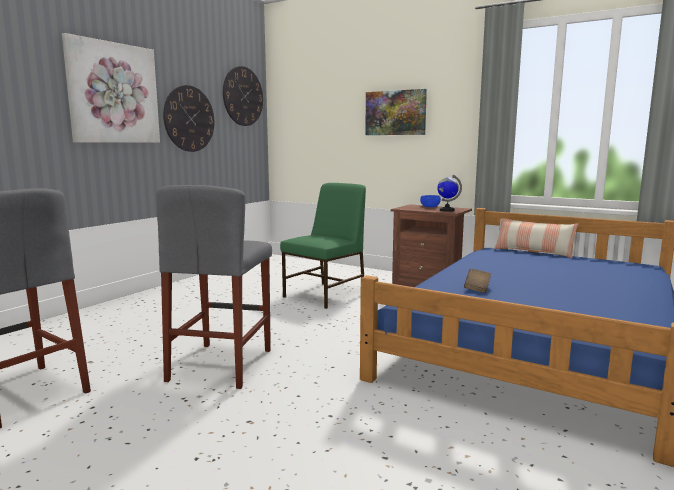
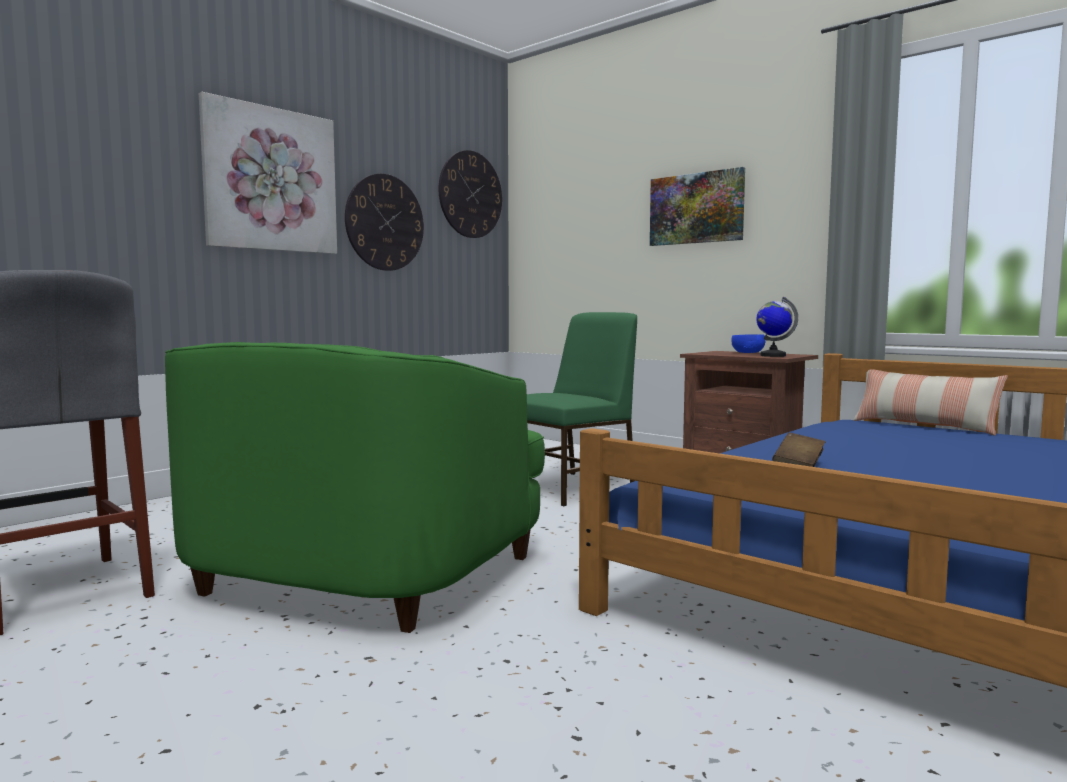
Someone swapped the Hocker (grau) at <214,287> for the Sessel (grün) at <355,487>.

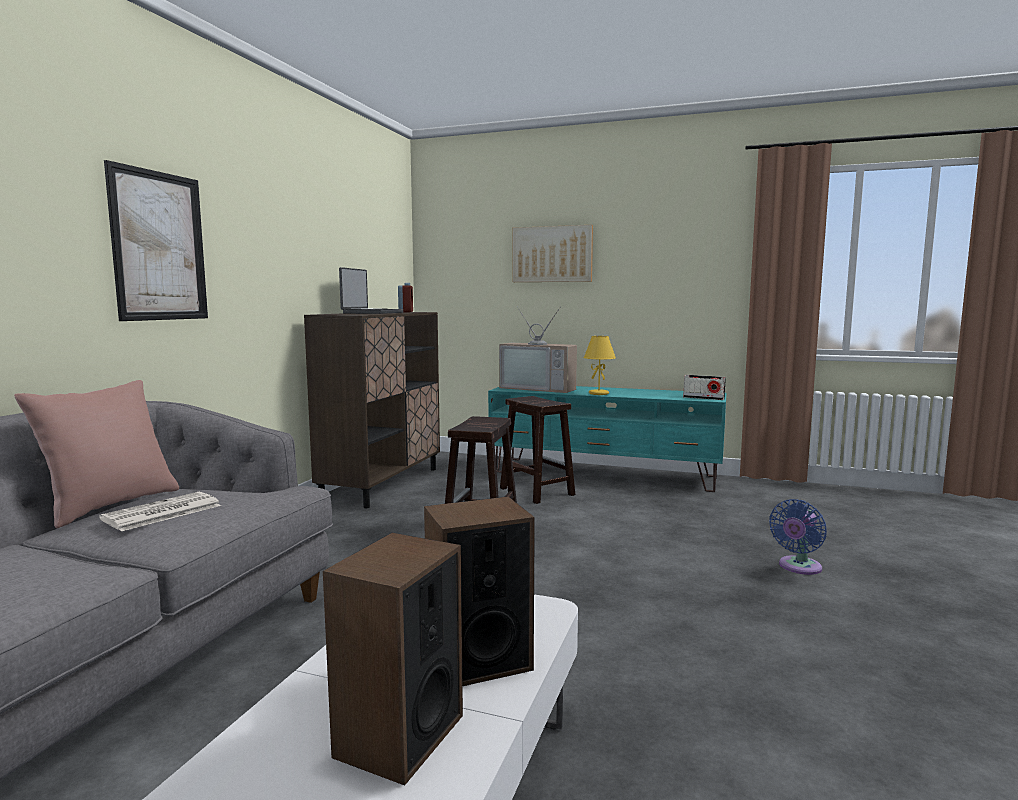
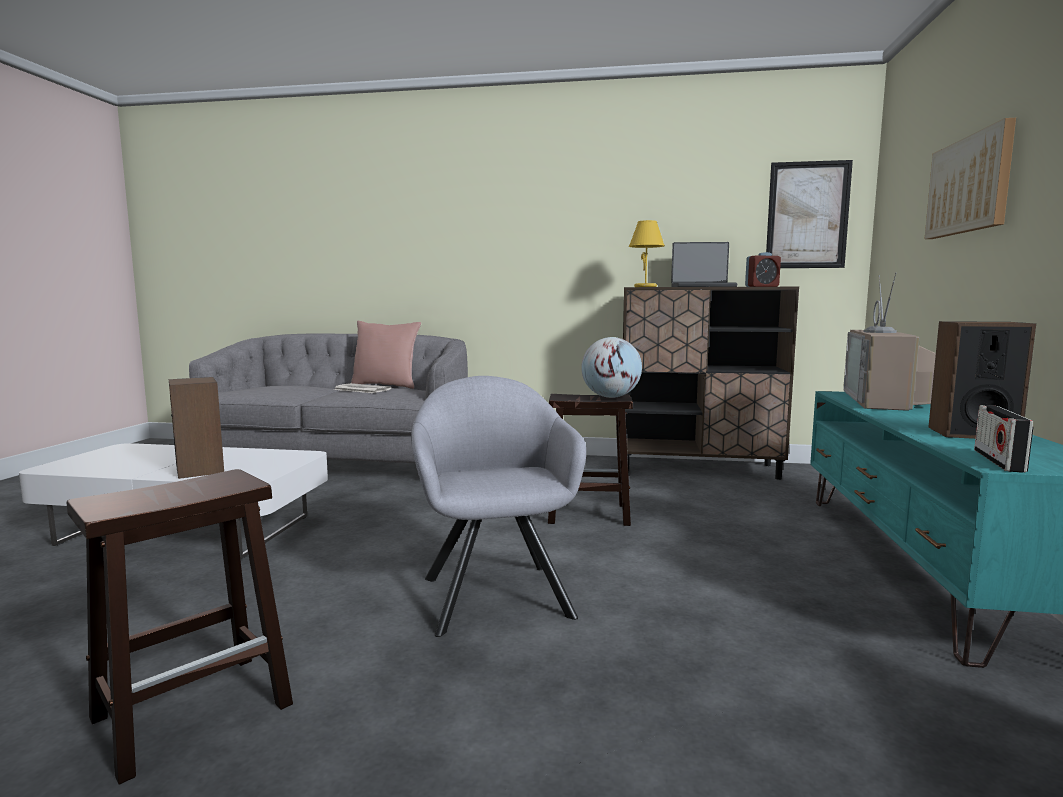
Someone carried the Bild from <156,240> to <809,214>. Someone carried the Lautsprecher from <393,659> to <982,380>. Someone carried the Hocker (braun) from <537,450> to <180,627>. Someone carried the Tischlampe (gelb) from <600,365> to <647,253>. Someone took away the Ventilator (blau) at <798,537>. Someone put down the Sessel (grau) at <498,506>. Someone put down the Globus at <611,367>.

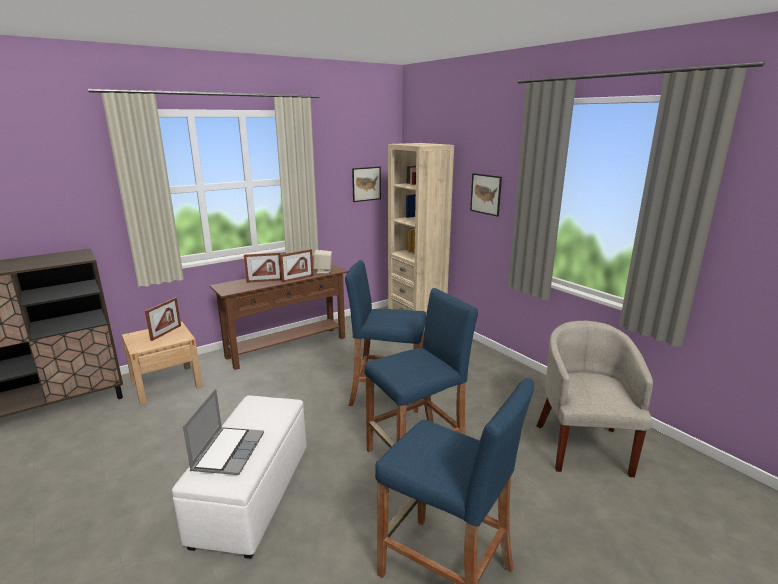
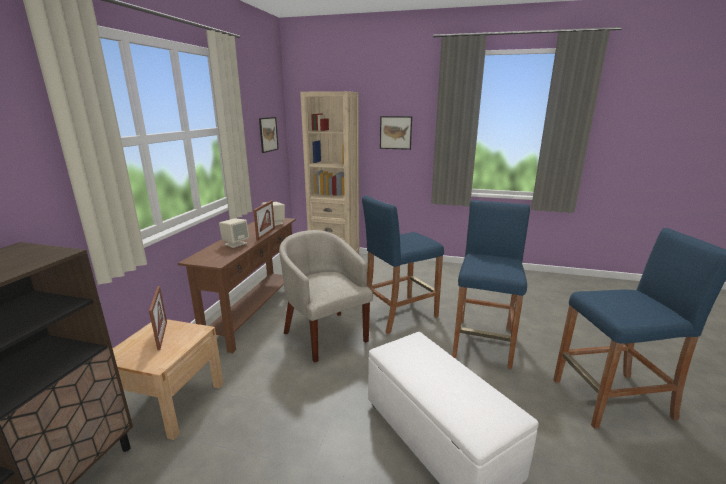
Someone took away the Laptop at <223,432>. Someone swapped the Bilderrahmen at <263,268> for the Lautsprecher (beige) at <234,233>. Someone carried the Sessel (beige) from <594,399> to <326,296>.

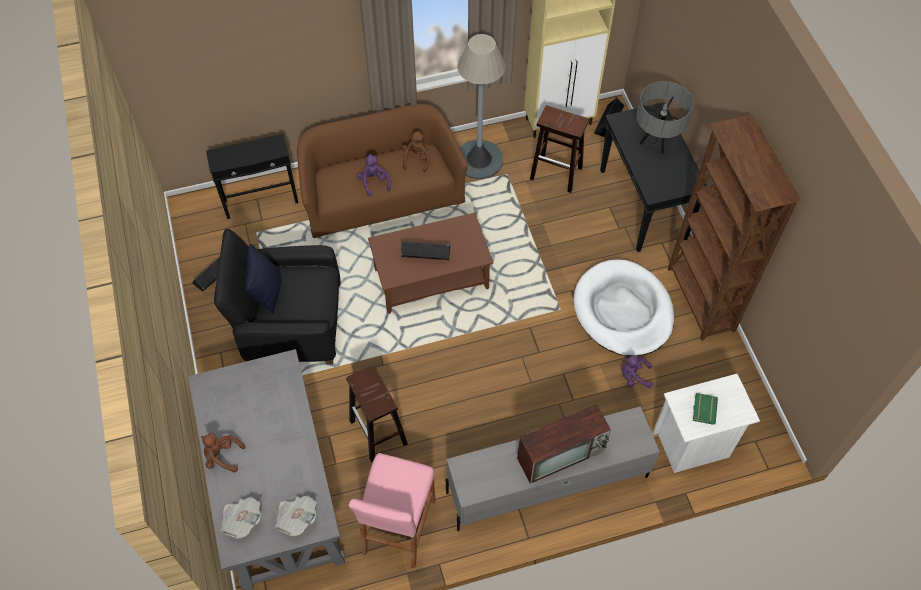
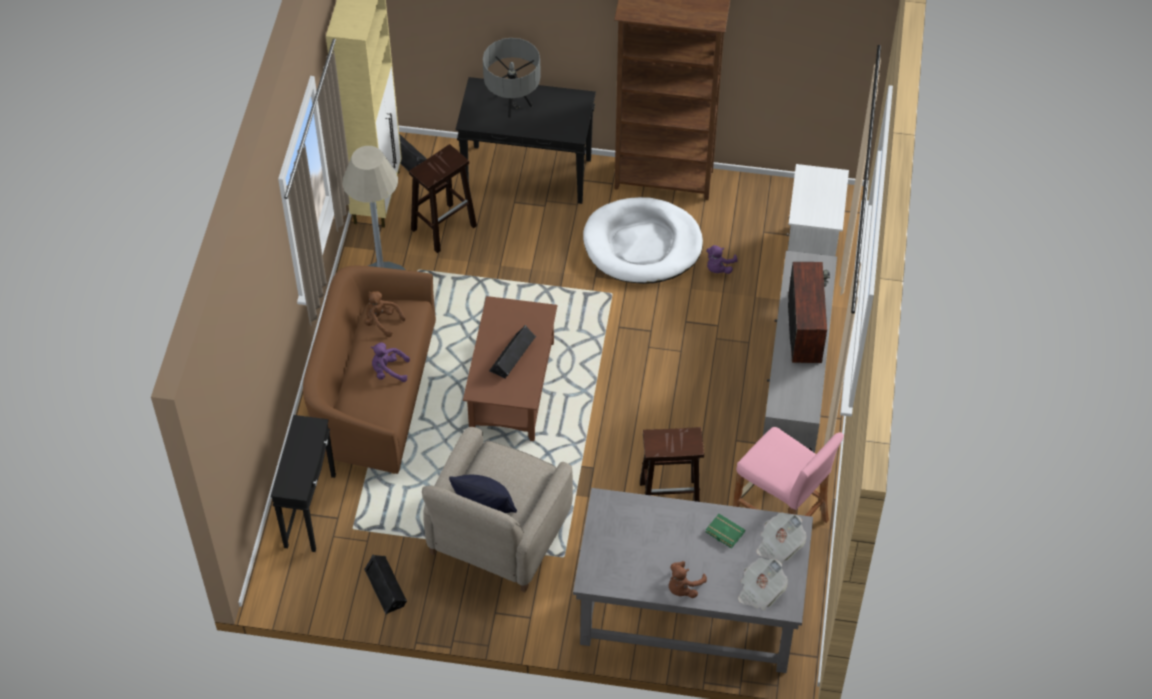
Someone repainted the Sessel (schwarz) at <277,296>, which became the Sessel (beige) at <497,509>. Someone carried the Buch (grün) from <705,409> to <725,531>.

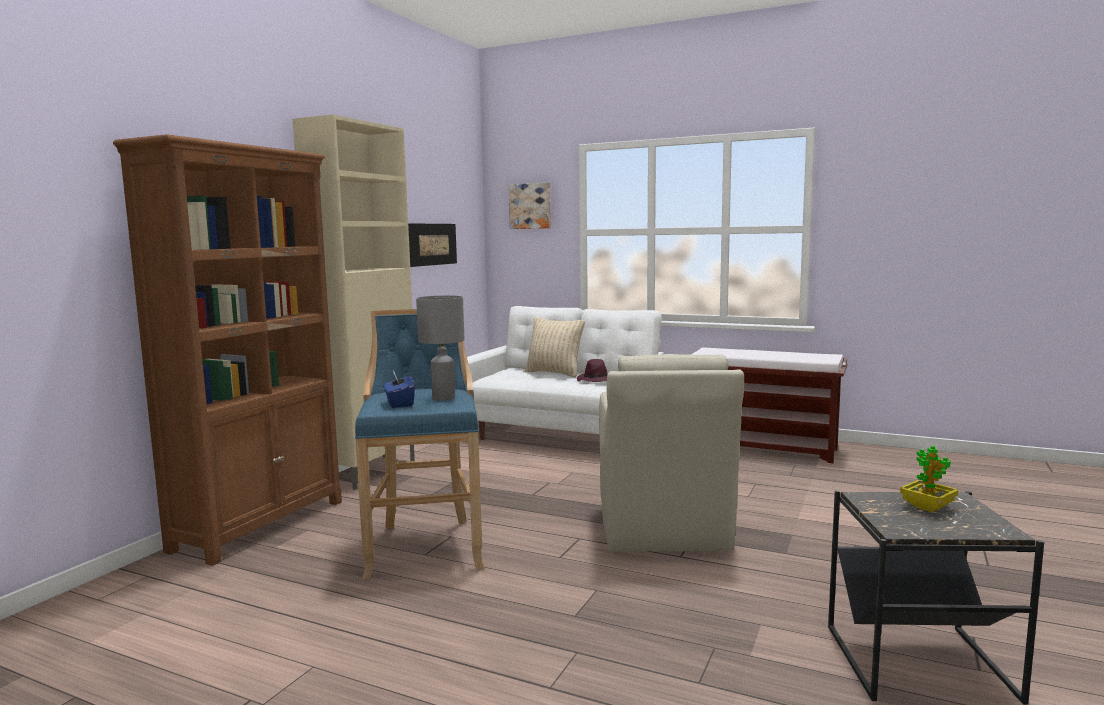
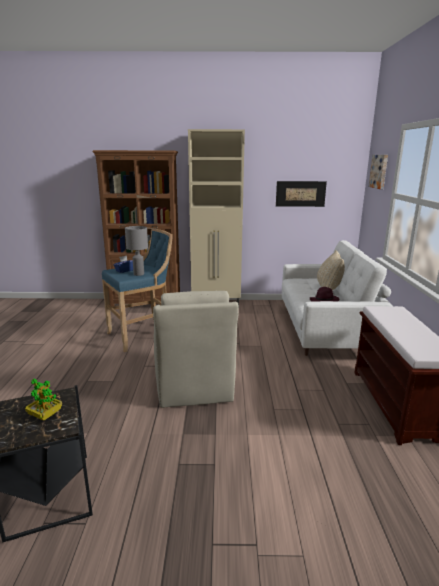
Someone rotated the Sessel (beige) at <671,453> by 75 degrees counterclockwise.

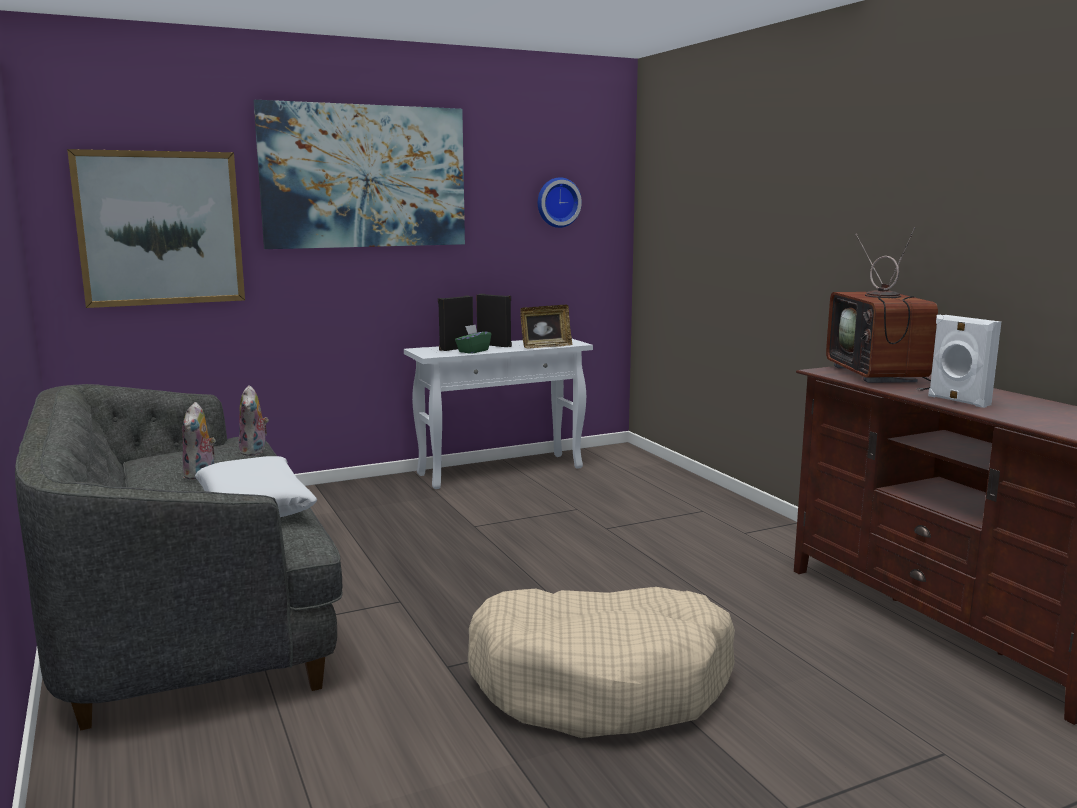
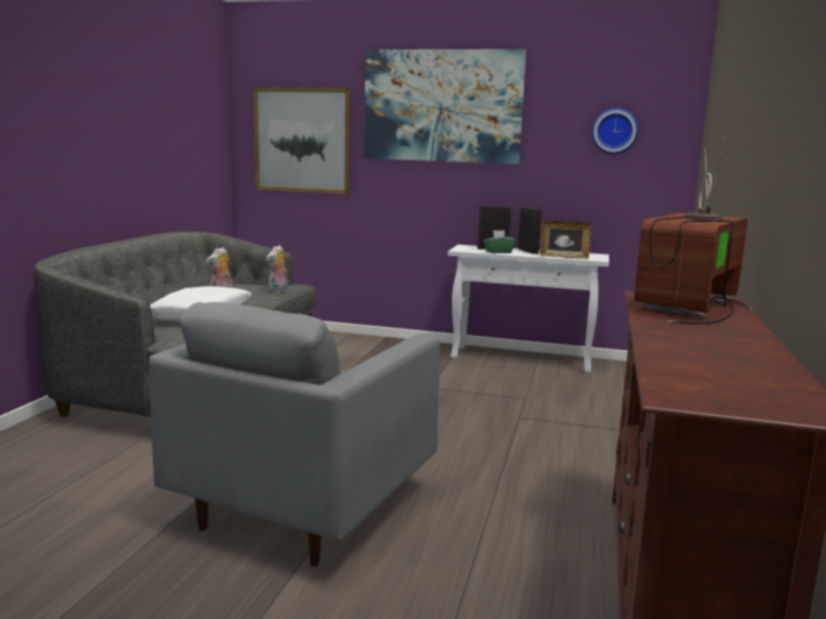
Someone swapped the Hundebett (beige) at <601,662> for the Sessel (grau) at <294,434>. Someone took away the Lautsprecher (weiß) at <964,361>.

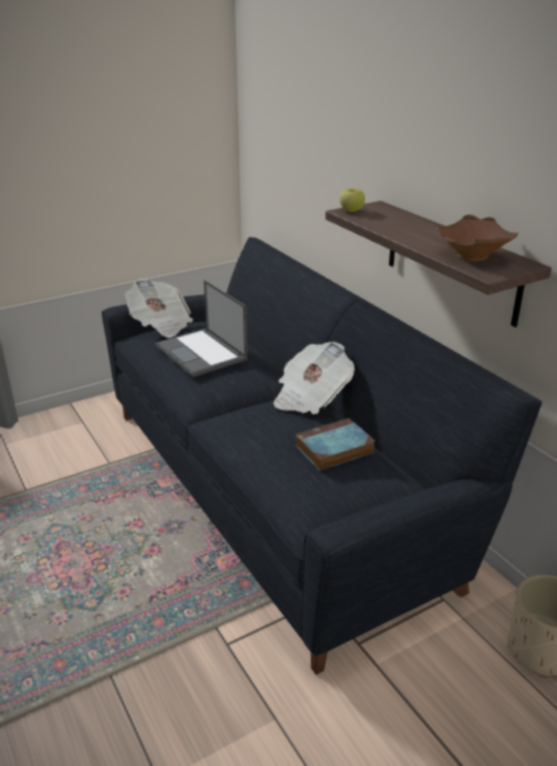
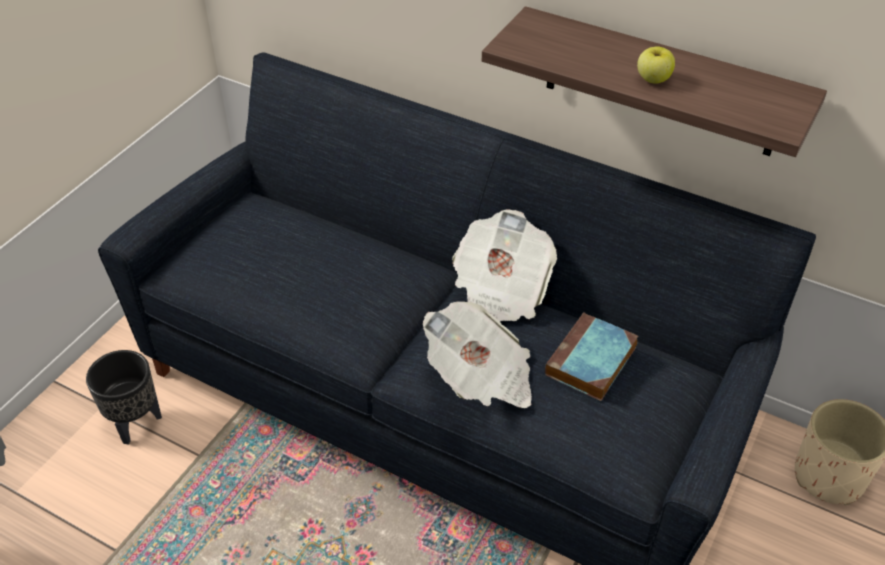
Someone carried the Zeitung from <159,308> to <477,355>. Someone took away the Laptop at <201,328>. Someone carried the Apfel from <352,200> to <656,65>. Someone took away the Schüssel (braun) at <477,238>. Someone put down the Pflanzkübel (schwarz) at <124,397>.

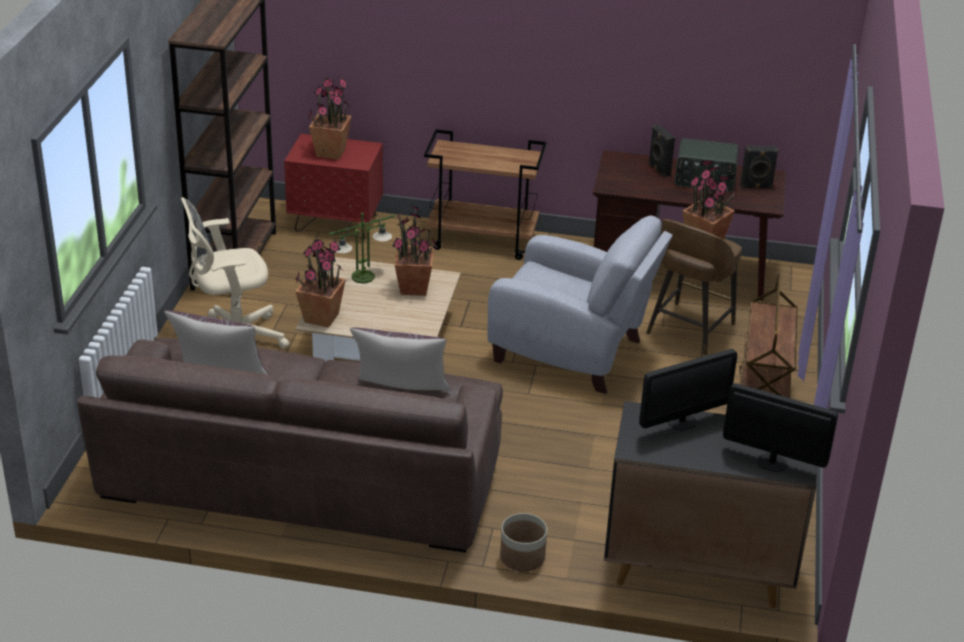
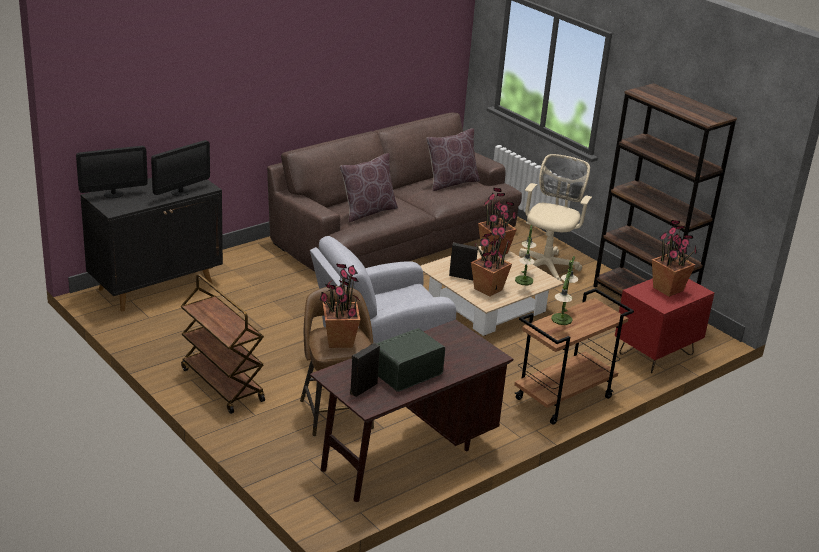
Someone took away the Pflanzkübel at <523,542>. Someone rotated the Monitor at <688,390> by 150 degrees counterclockwise. Someone carried the Lautsprecher (schwarz) from <662,151> to <463,261>. Someone put down the Tischlampe at <564,290>.

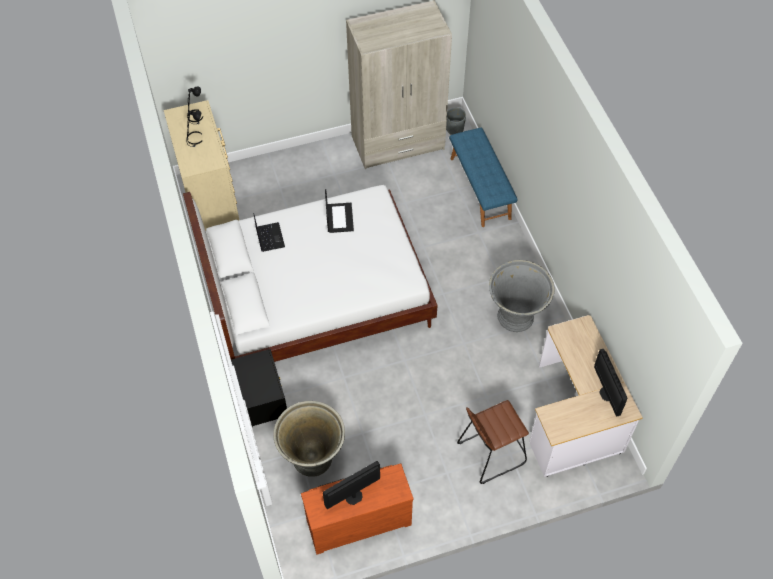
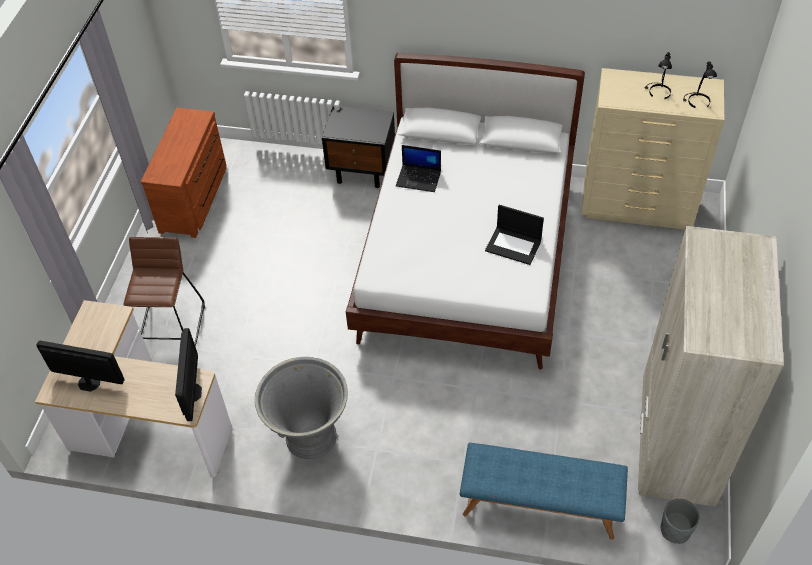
Someone carried the Laptop from <269,233> to <418,168>. Someone took away the Pflanzkübel (grau) at <309,439>. Someone carried the Monitor from <351,485> to <188,374>.

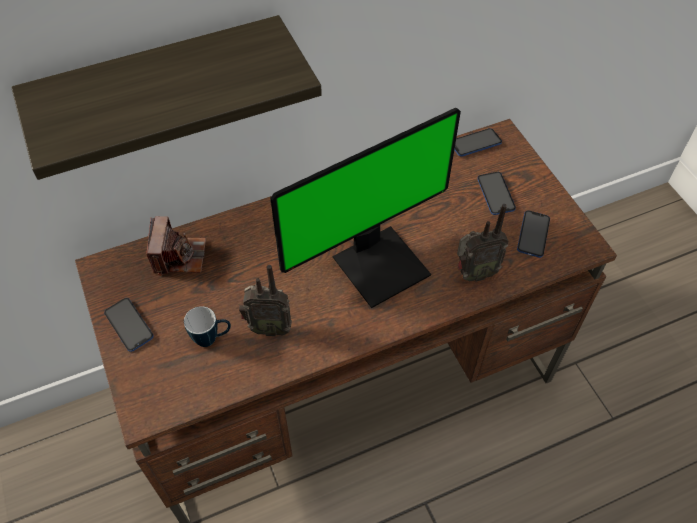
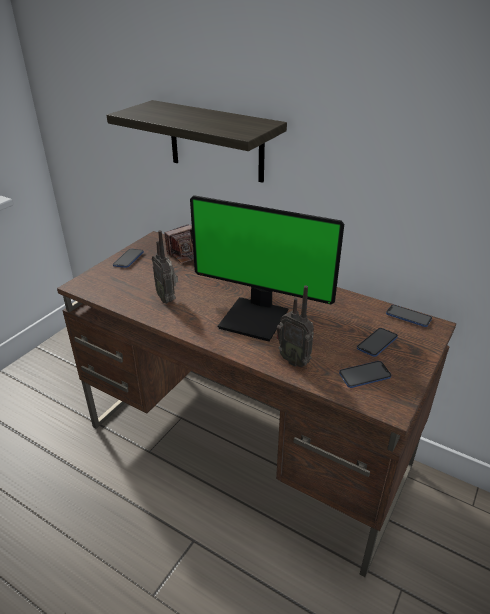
Someone took away the Henkelbecher at <207,326>.

